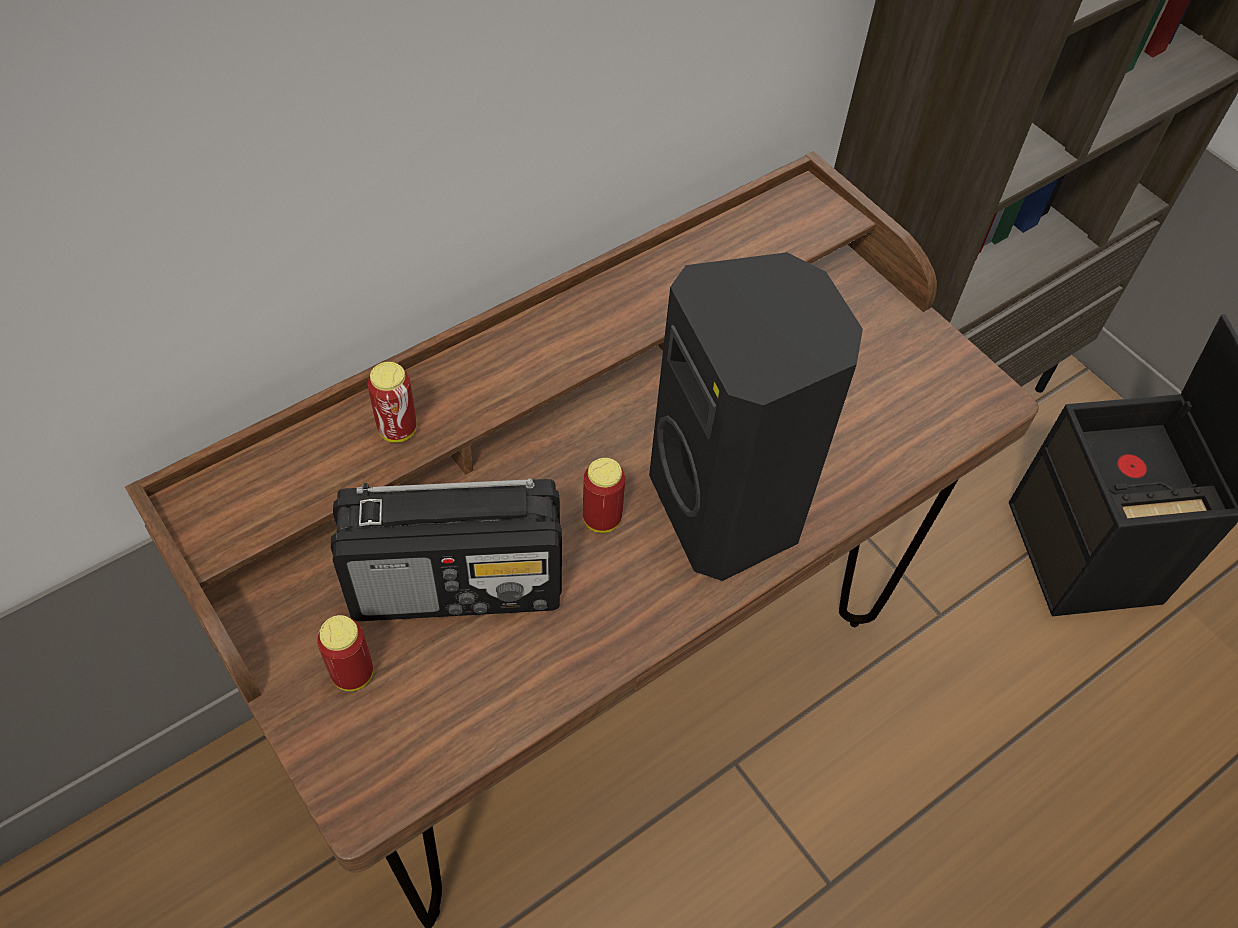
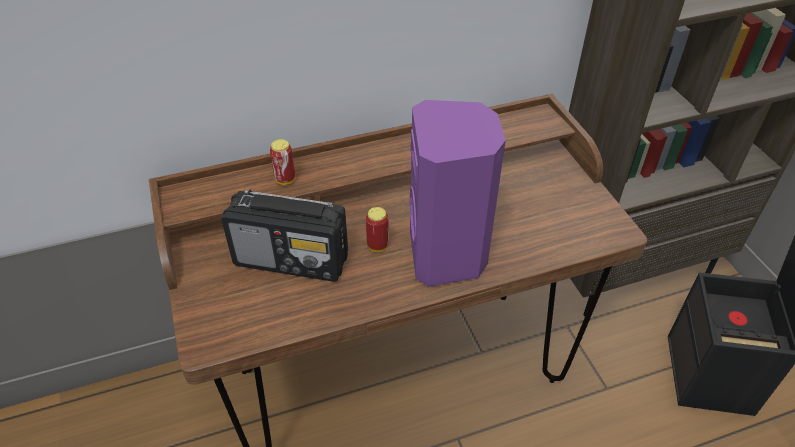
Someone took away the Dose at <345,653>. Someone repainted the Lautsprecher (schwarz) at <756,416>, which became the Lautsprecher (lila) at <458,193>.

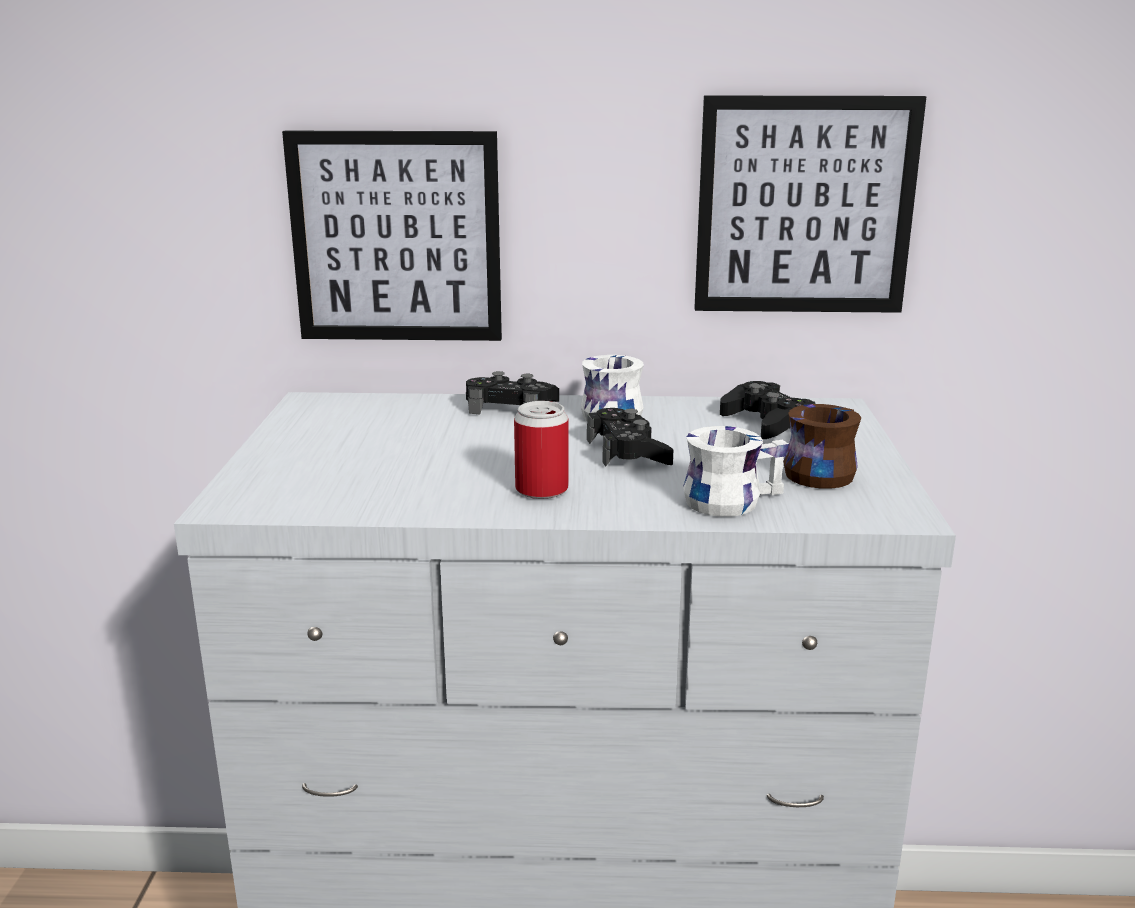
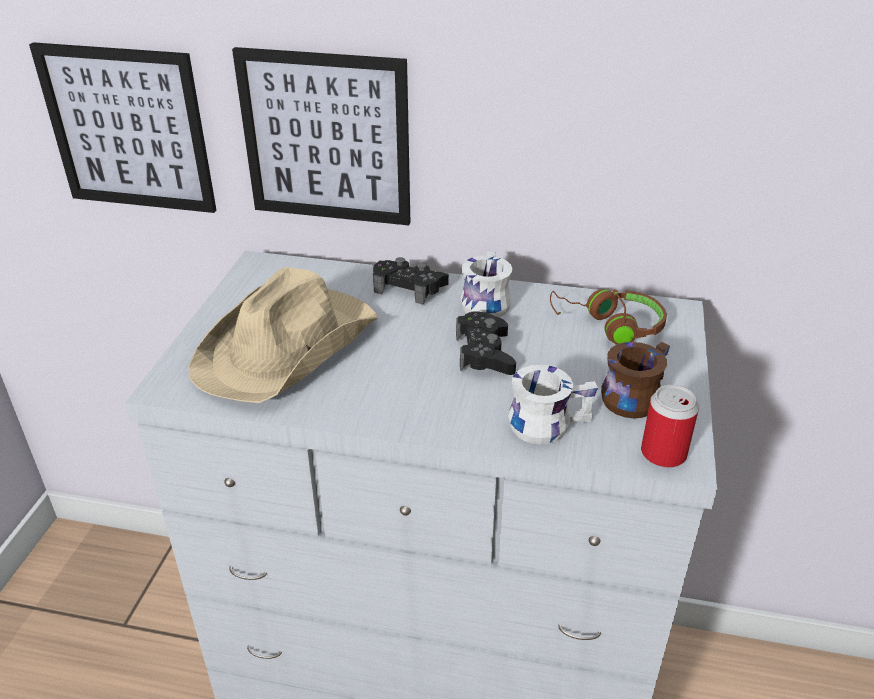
Someone carried the Dose from <541,450> to <670,426>. Someone carried the Bild from <810,204> to <122,127>. Someone swapped the Gamepad (schwarz) at <768,410> for the Kopfhörer (braun) at <608,317>. Someone put down the Hut (beige) at <283,335>.

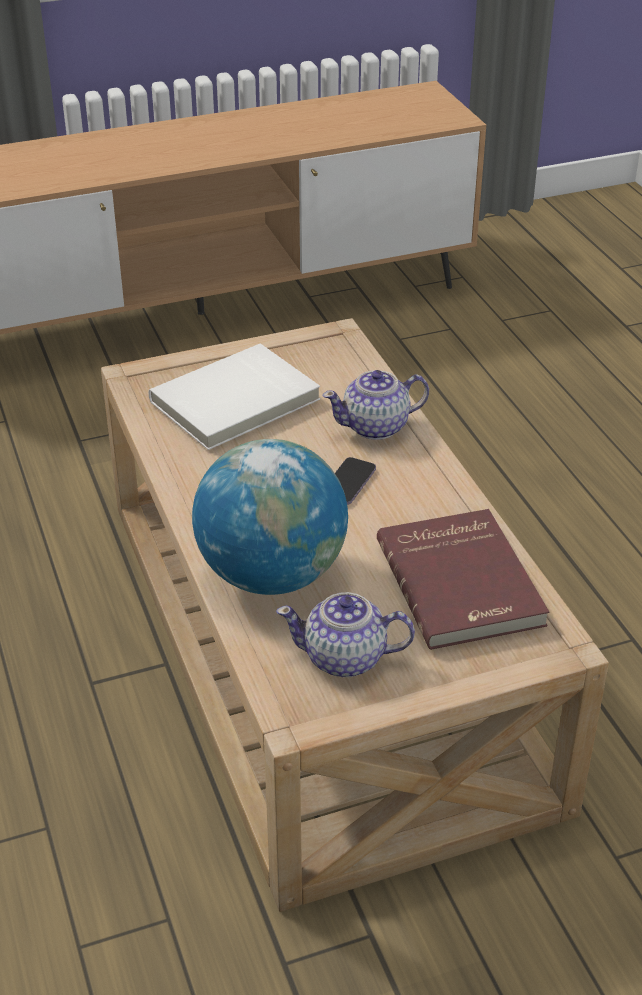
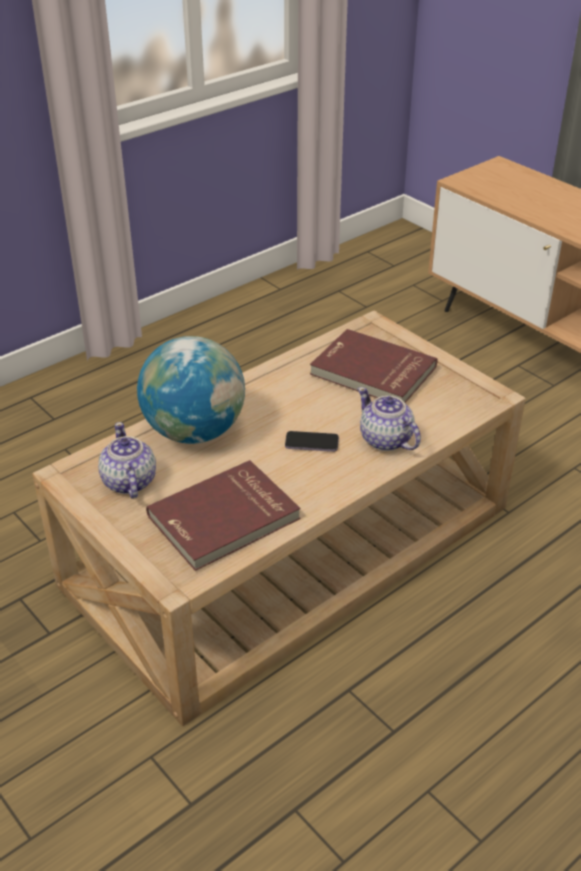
Someone repainted the Buch (weiß) at <234,396>, which became the Buch (rot) at <373,366>.

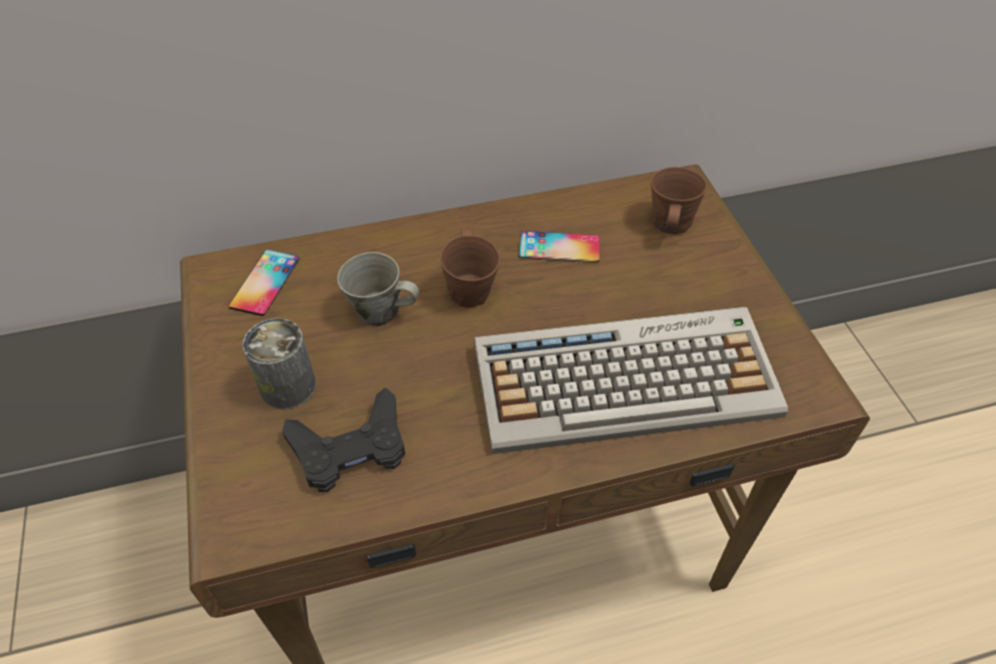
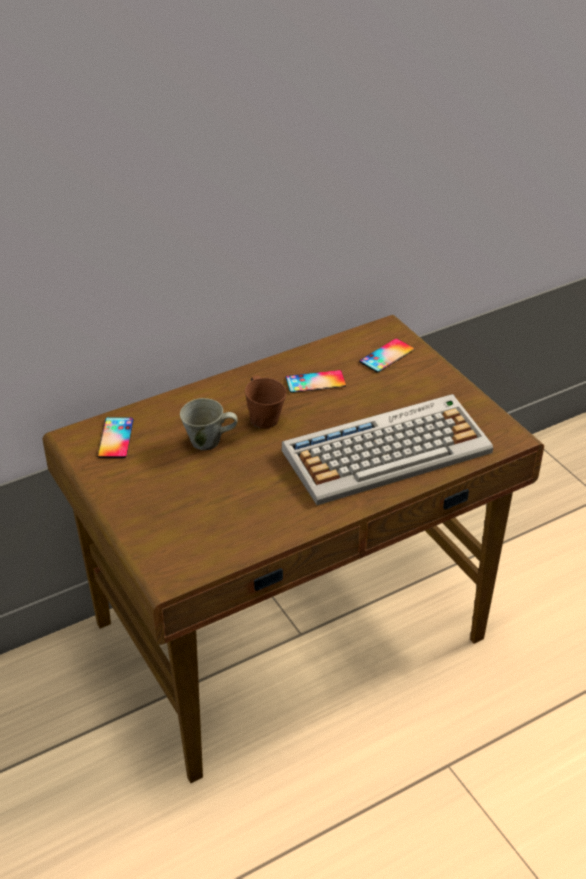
Someone took away the Dose at <279,364>. Someone took away the Gamepad (schwarz) at <343,439>. Someone swapped the Henkelbecher (braun) at <679,200> for the Handy at <386,355>.

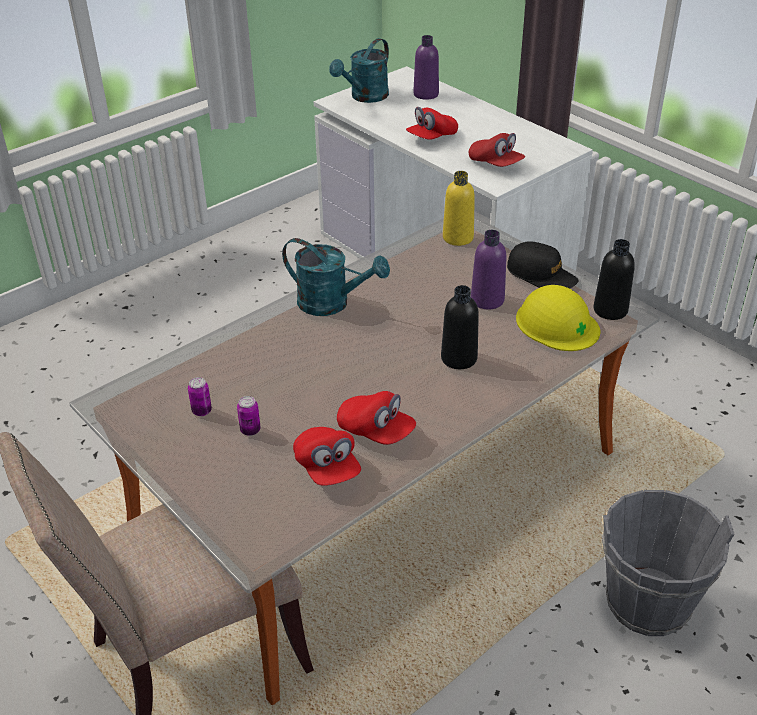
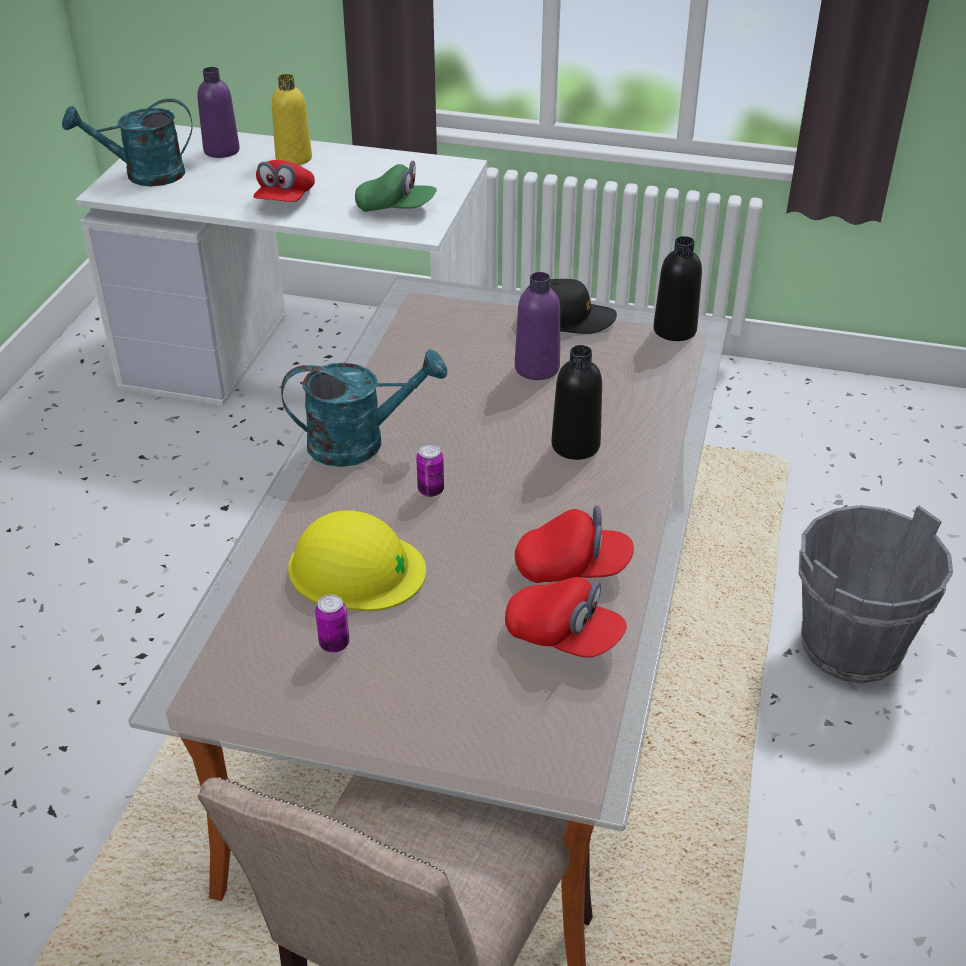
Someone carried the Dose from <249,416> to <430,470>. Someone rotated the Gießkanne (türkis) at <359,70> by 75 degrees clockwise. Someone carried the Flasche (gelb) from <459,208> to <292,119>. Someone repainted the Kappe (rot) at <497,150>, which became the Kappe (grün) at <396,186>. Someone carried the Schutzhelm (gelb) from <558,318> to <357,560>.

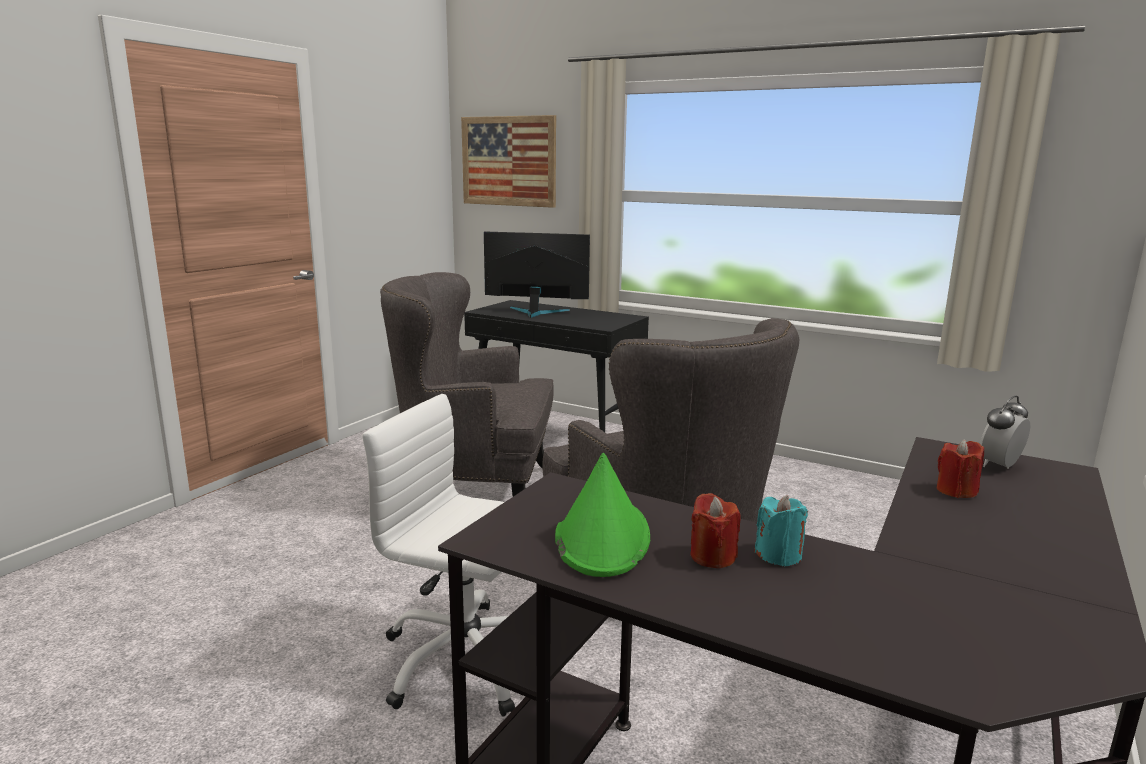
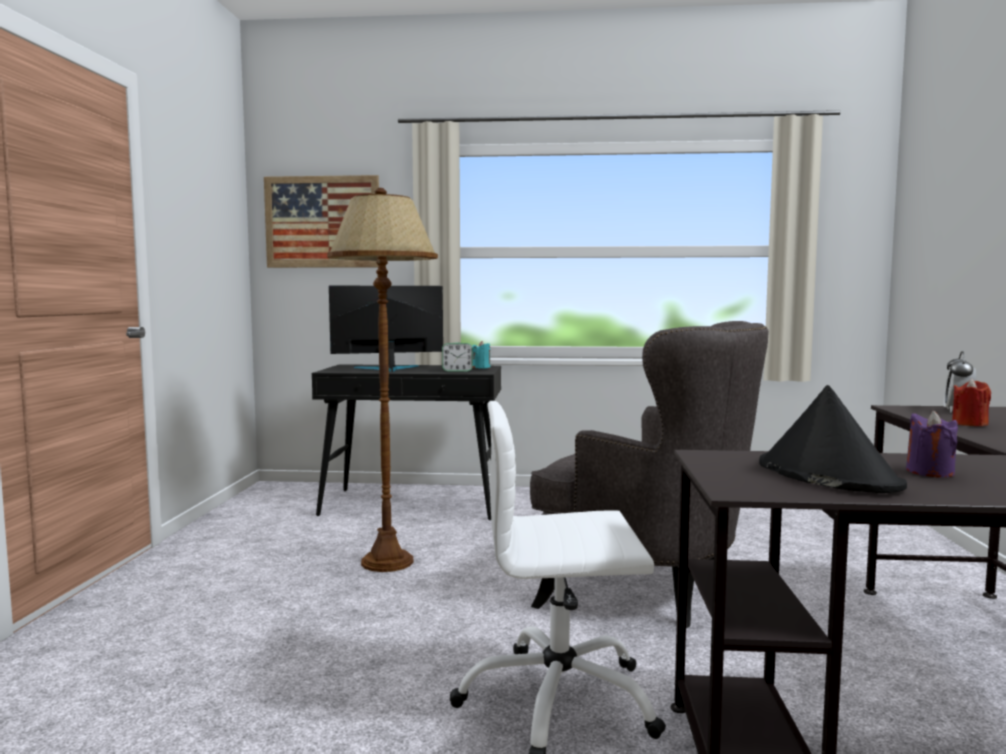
Someone swapped the Sessel (grau) at <467,384> for the Stehlampe (braun) at <382,380>. Someone repainted the Hut (grün) at <602,515>, which became the Hut (schwarz) at <833,439>. Someone repainted the Kerze (rot) at <715,530>, which became the Kerze (lila) at <932,444>. Someone carried the Kerze (türkis) from <781,531> to <481,355>. Someone put down the Wecker at <457,357>.

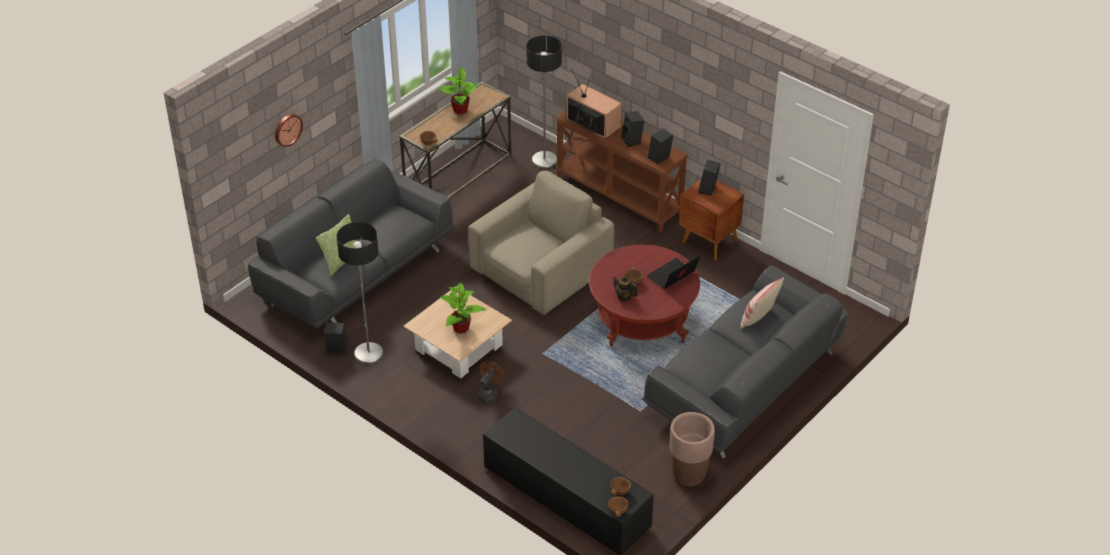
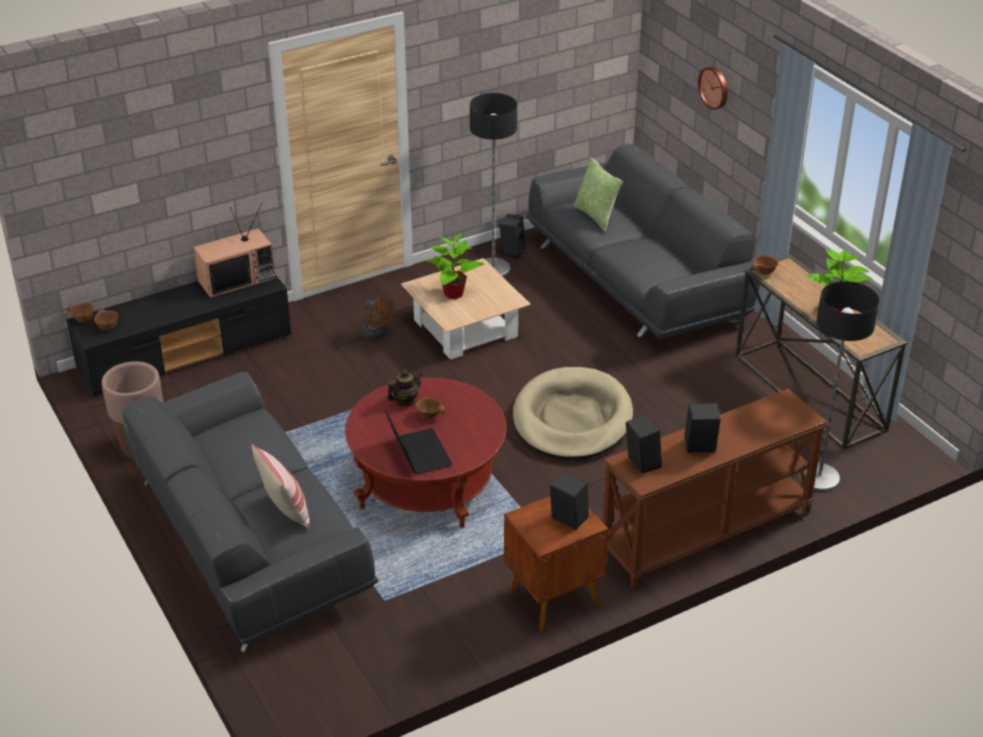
Someone swapped the Sessel (beige) at <541,243> for the Hundebett (beige) at <573,413>. Someone carried the Fernseher from <594,103> to <234,250>.

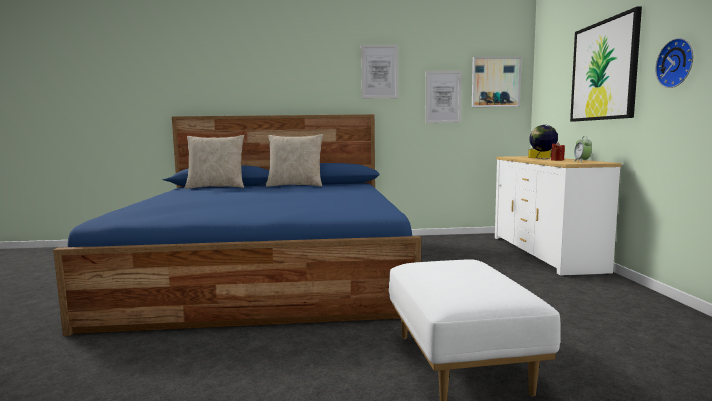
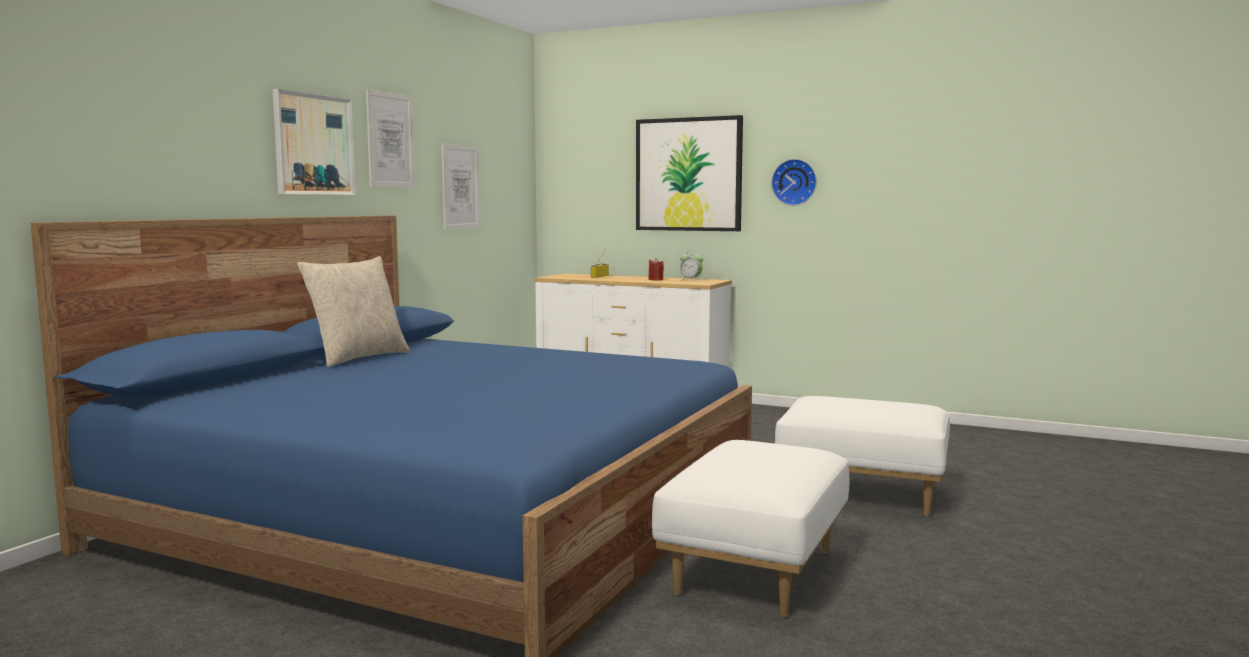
Someone took away the Kissen (beige) at <214,162>. Someone carried the Bild from <497,82> to <314,142>. Someone took away the Globus at <543,142>. Someone put down the Polsterhocker (weiß) at <750,528>.

